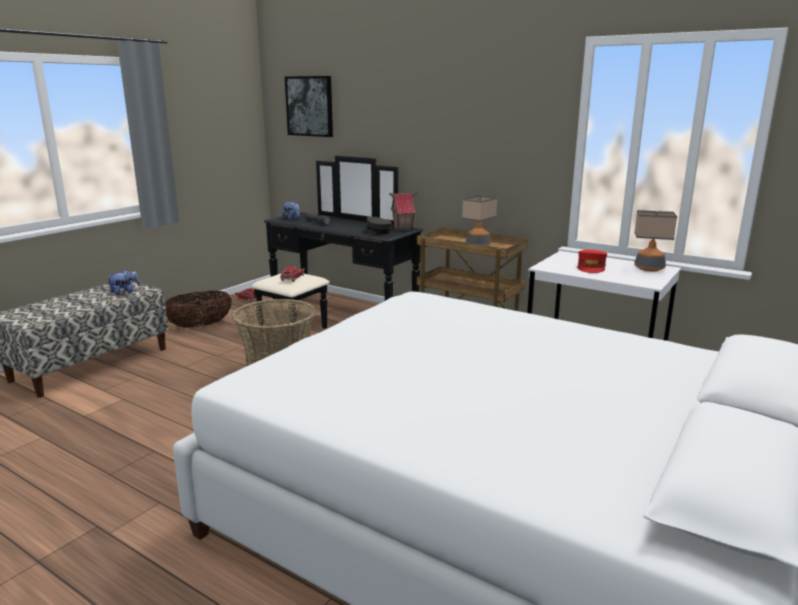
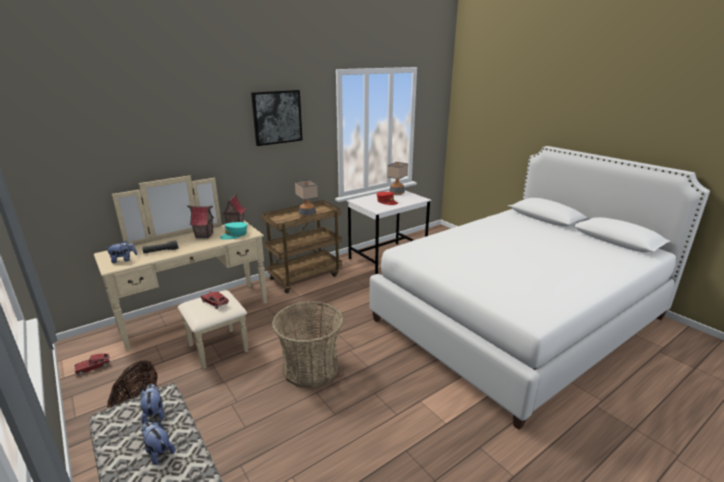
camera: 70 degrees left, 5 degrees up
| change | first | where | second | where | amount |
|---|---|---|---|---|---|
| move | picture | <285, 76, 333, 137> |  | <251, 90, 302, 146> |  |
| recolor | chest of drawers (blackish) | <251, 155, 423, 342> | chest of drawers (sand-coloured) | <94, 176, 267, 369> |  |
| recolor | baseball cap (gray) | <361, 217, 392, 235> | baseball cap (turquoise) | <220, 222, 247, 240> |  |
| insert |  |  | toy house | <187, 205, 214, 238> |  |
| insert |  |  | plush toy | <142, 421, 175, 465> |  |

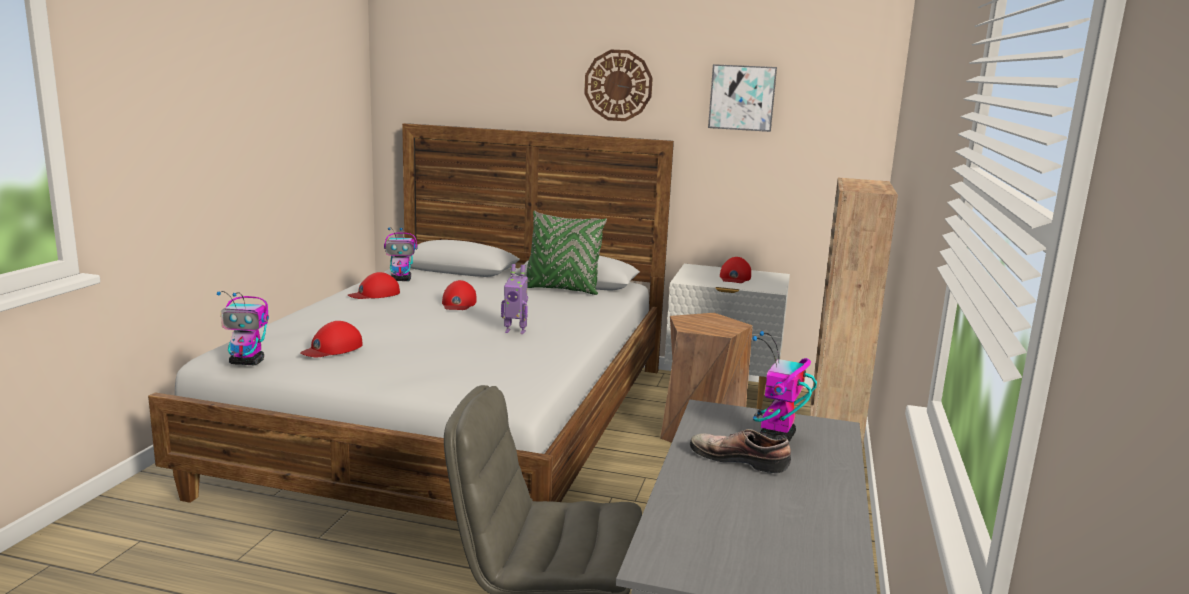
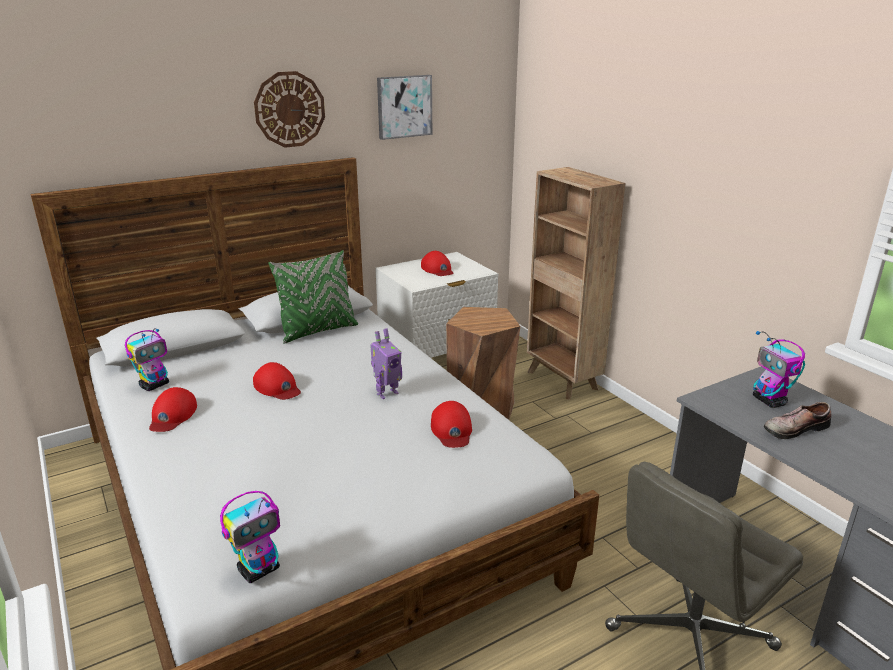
camera: 45 degrees left, 10 degrees up
| change | first | where | second | where | amount |
|---|---|---|---|---|---|
| move | baseball cap (red-coloured) | <300, 321, 363, 357> |  | <431, 401, 472, 448> |  |

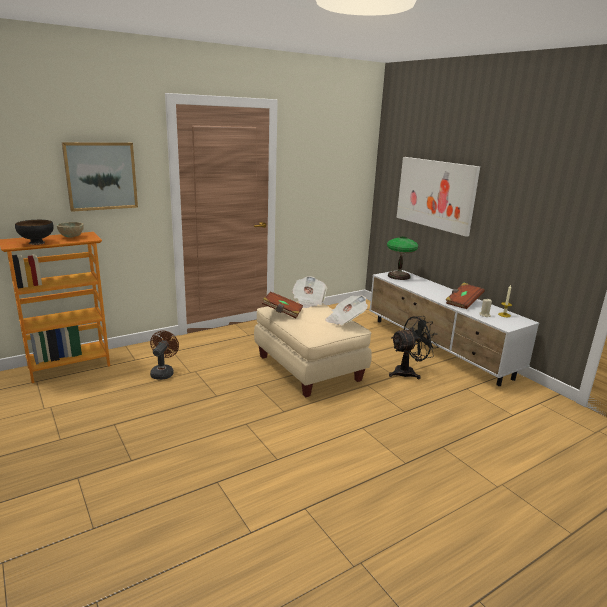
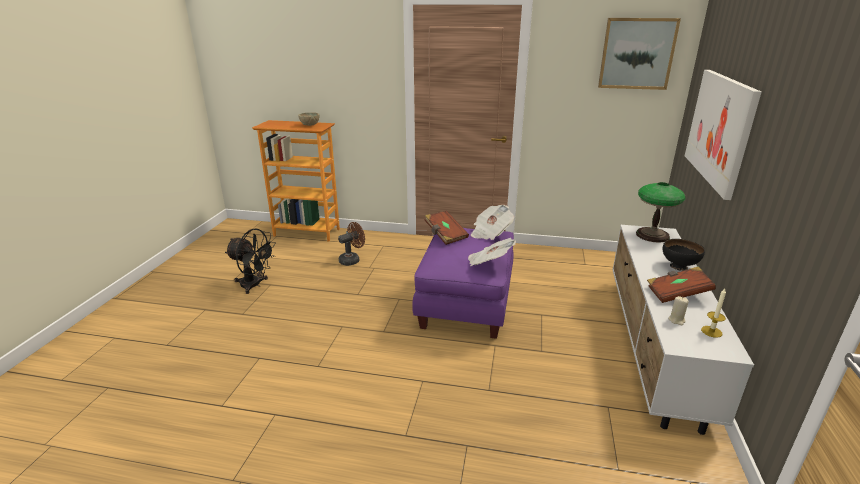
camera: 45 degrees right, 5 degrees up
| change | first | where | second | where | amount |
|---|---|---|---|---|---|
| move | picture | <62, 142, 138, 212> |  | <598, 18, 681, 90> |  |
| move | deep dish (blackish) | <15, 220, 54, 245> |  | <662, 239, 705, 271> |  |
| recolor | ottoman (sand-coloured) | <254, 301, 372, 397> | ottoman (purple) | <413, 228, 514, 339> |  |
| move | fan (blackish) | <389, 316, 438, 379> |  | <225, 228, 276, 294> |  |

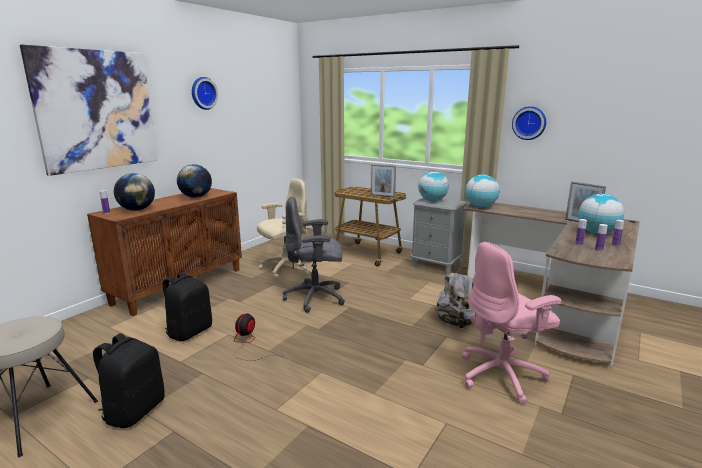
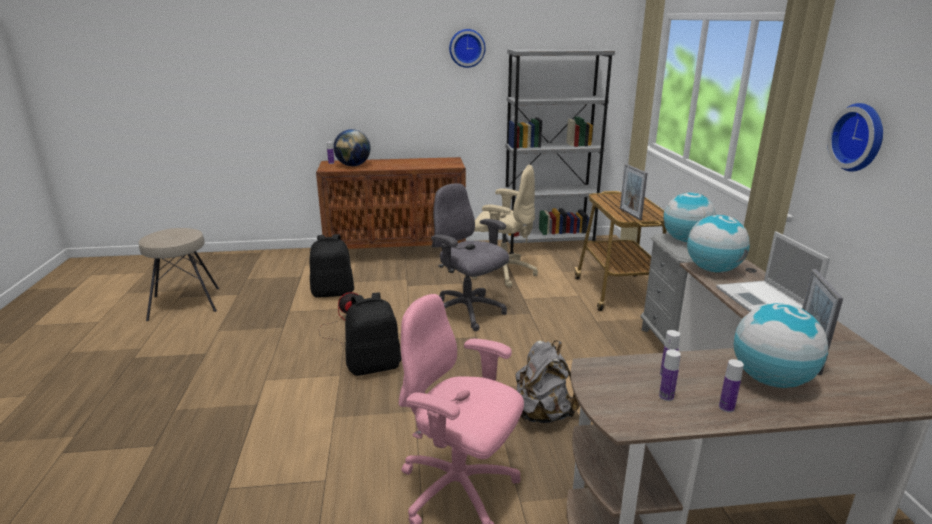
camera: 50 degrees right, 5 degrees up
| change | first | where | second | where | amount |
|---|---|---|---|---|---|
| delete | picture | <20, 45, 157, 176> |  |  |  |
| delete | world globe | <177, 164, 212, 198> |  |  |  |
| move | backpack (blackish) | <93, 333, 165, 428> |  | <345, 292, 401, 376> |  |
| insert |  |  | bookshelf (gray) | <504, 49, 615, 254> |  |
| insert |  |  | portable computer | <716, 231, 830, 312> |  |

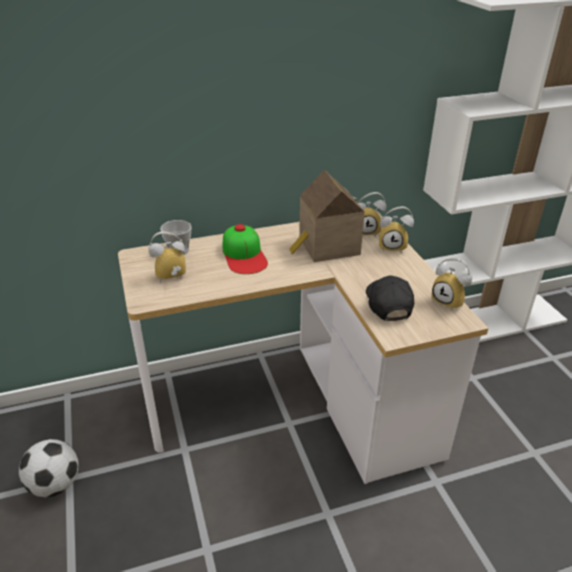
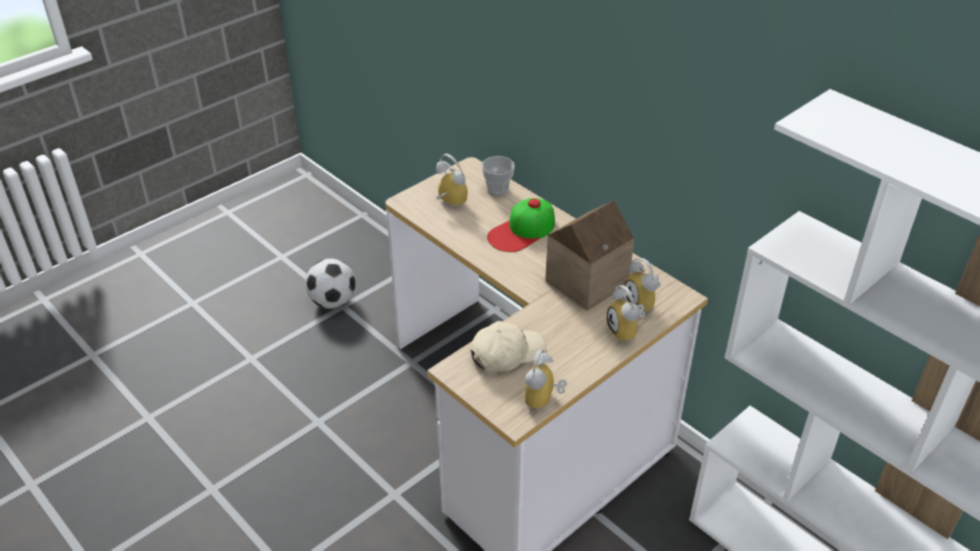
camera: 65 degrees right, 5 degrees up
| change | first | where | second | where | amount |
|---|---|---|---|---|---|
| recolor | baseball cap (blackish) | <366, 275, 414, 321> | baseball cap (sand-coloured) | <470, 321, 546, 373> |  |

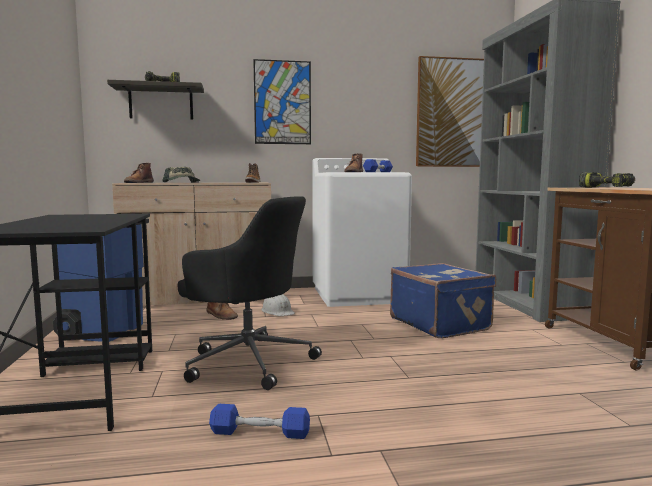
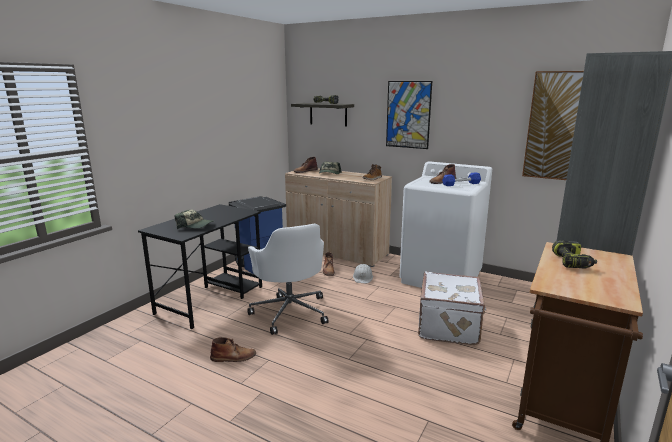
camera: 40 degrees right, 10 degrees up
| change | first | where | second | where | amount |
|---|---|---|---|---|---|
| recolor | desk chair (blackish) | <178, 196, 322, 390> | desk chair (whitish) | <247, 223, 328, 335> |  |
| recolor | piece of luggage (bluish) | <390, 263, 496, 338> | piece of luggage (whitish) | <418, 271, 486, 345> |  |
| replace | hand weight (bluish) | <209, 404, 310, 439> | high-top boot (brown) | <210, 337, 256, 362> |  |
| insert |  |  | baseball cap | <175, 210, 215, 229> |  |

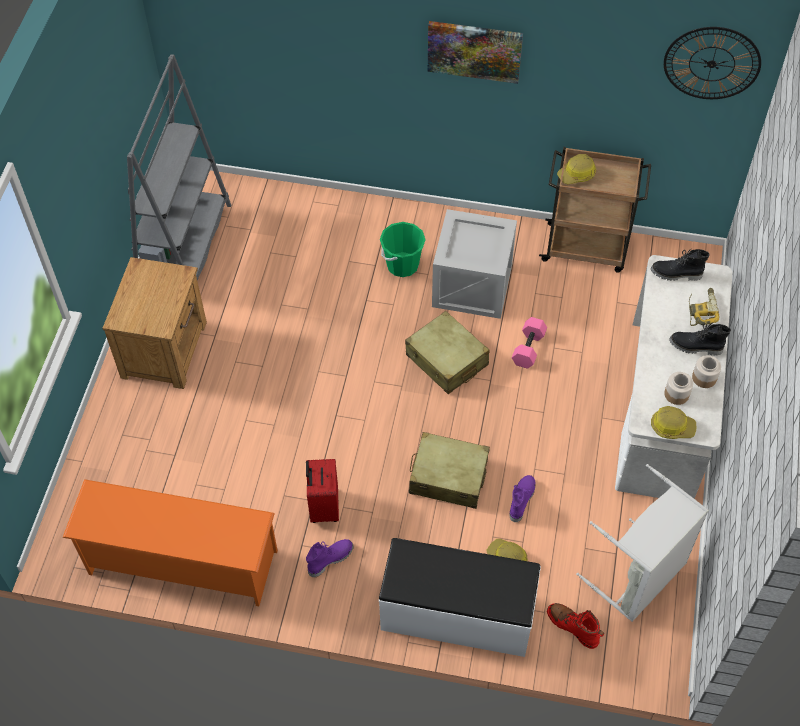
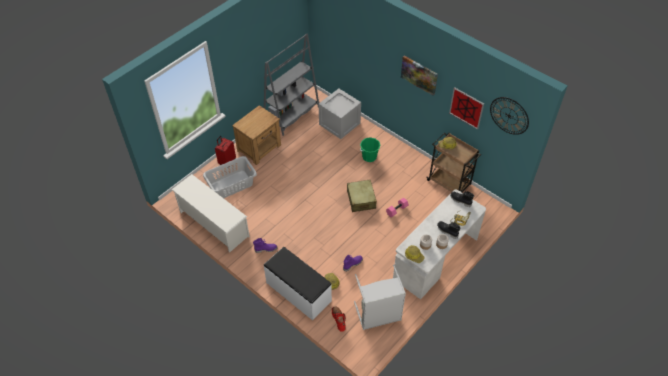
camera: 30 degrees right, 5 degrees down
| change | first | where | second | where | amount |
|---|---|---|---|---|---|
| move | shipping crate | <432, 209, 517, 319> |  | <319, 89, 361, 139> |  |
| delete | piece of luggage (sand-coloured) | <409, 432, 490, 509> |  |  |  |
| move | piece of luggage (red-coloured) | <306, 459, 339, 523> |  | <215, 136, 236, 165> |  |
| recolor | shoe stand (orange) | <63, 479, 278, 606> | shoe stand (whitish) | <171, 174, 250, 252> |  |
| insert |  |  | picture | <449, 88, 484, 129> |  |
| insert |  |  | washing basket (gray) | <203, 156, 257, 198> |  |

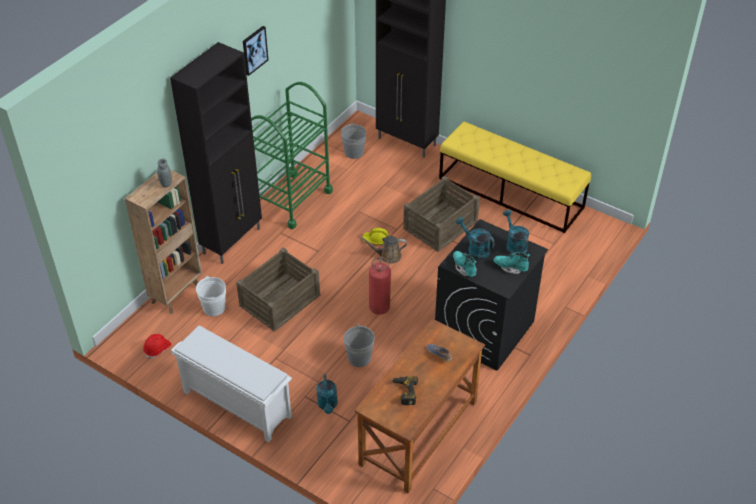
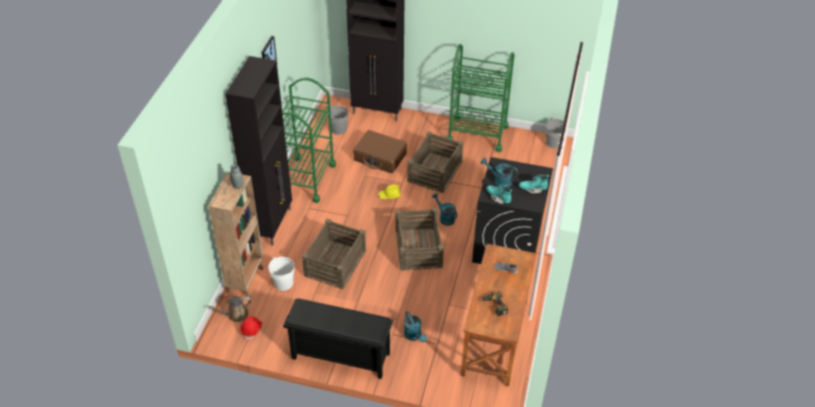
camera: 20 degrees left, 0 degrees up
| change | first | where | second | where | amount |
|---|---|---|---|---|---|
| replace | indoor bench (yellow) | <439, 122, 591, 233> | cart (green-coloured) | <447, 44, 515, 152> |  |
| move | watering can (turquoise) | <503, 210, 529, 254> |  | <432, 193, 457, 226> |  |
| move | watering can (brown) | <360, 236, 407, 264> |  | <206, 297, 251, 322> |  |
| replace | fire extinguisher | <369, 257, 391, 315> | shipping crate | <396, 208, 444, 271> |  |
| move | pail (gray) | <344, 324, 375, 367> |  | <546, 118, 564, 149> |  |
| recolor | shoe stand (whitish) | <171, 325, 292, 442> | shoe stand (blackish) | <283, 298, 393, 379> |  |
| insert |  |  | piece of luggage (brown) | <353, 130, 407, 173> |  |

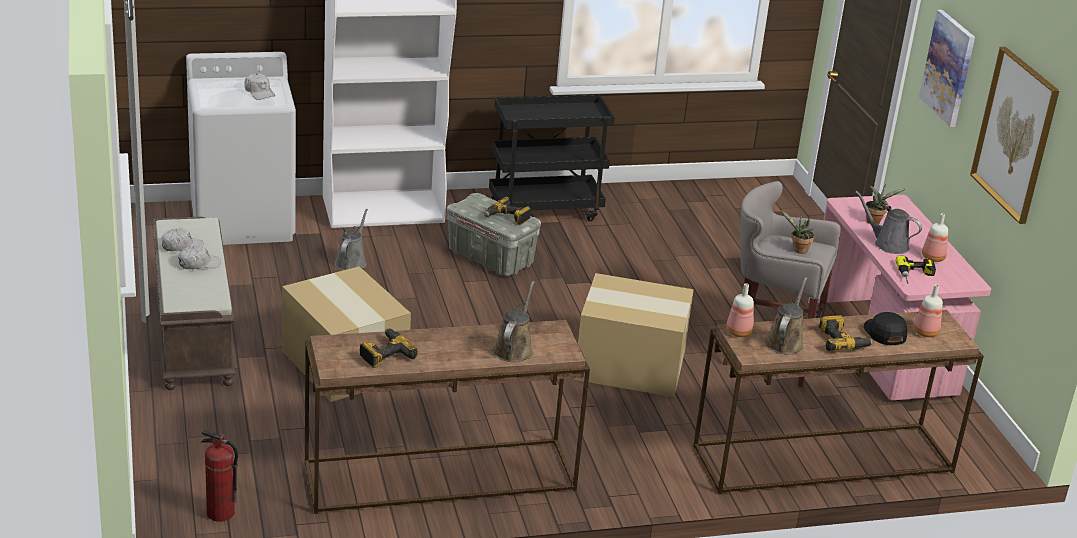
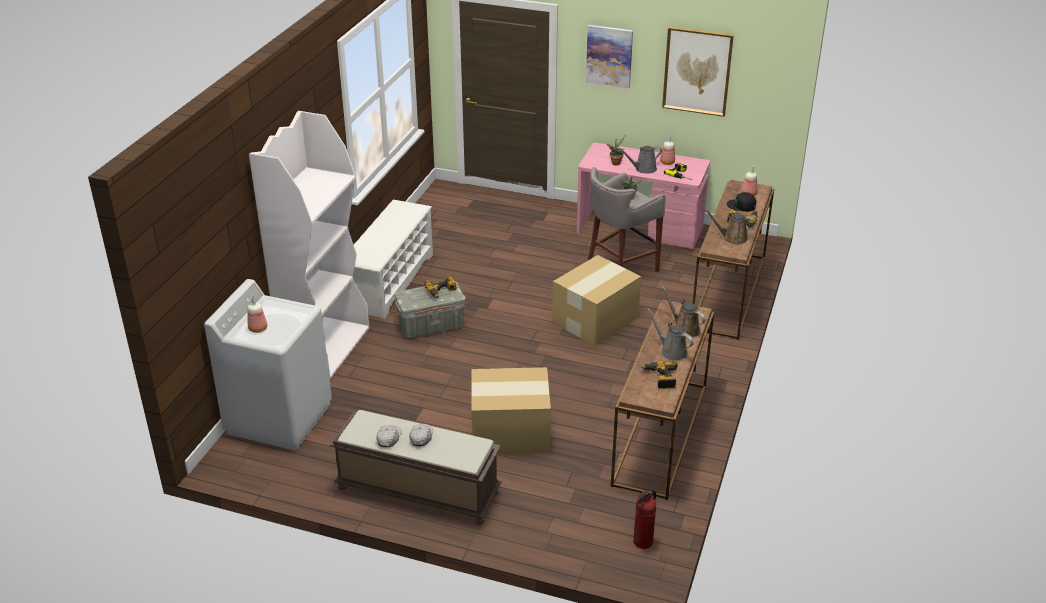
camera: 55 degrees left, 5 degrees up
| change | first | where | second | where | amount |
|---|---|---|---|---|---|
| delete | baseball cap (whitish) | <245, 74, 275, 100> |  |  |  |
| replace | cart (blackish) | <489, 94, 615, 221> | shoe stand (whitish) | <353, 200, 433, 319> |  |
| move | watering can (gray) | <335, 209, 368, 270> |  | <647, 308, 694, 361> |  |
| rotate | watering can (brown) | <765, 277, 807, 355> |  | <704, 209, 756, 244> | 45 degrees counterclockwise |
| move | beverage bottle | <726, 283, 754, 337> |  | <248, 296, 267, 333> |  |

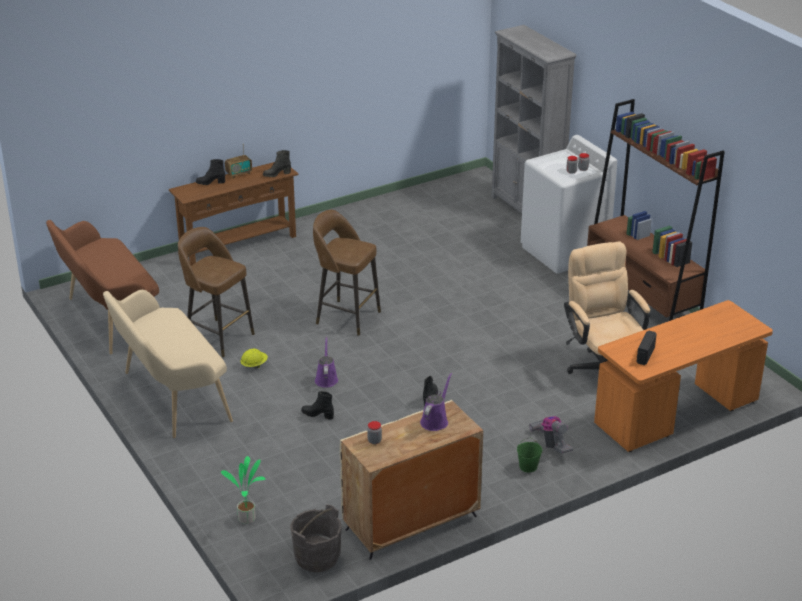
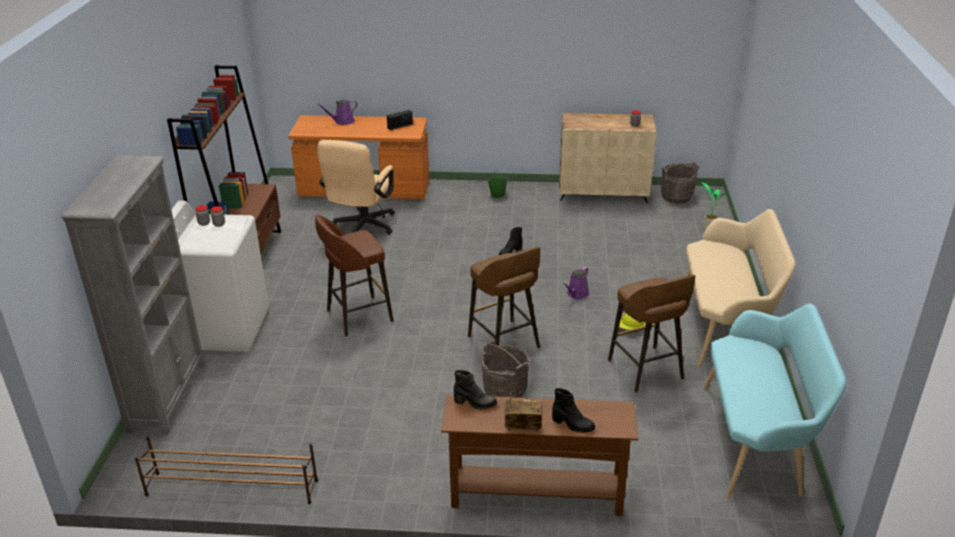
camera: 145 degrees left, 0 degrees up
| change | first | where | second | where | amount |
|---|---|---|---|---|---|
| recolor | indoor bench (brown) | <46, 220, 159, 354> | indoor bench (turquoise) | <704, 304, 846, 498> |  |
| move | watering can (purple) | <420, 373, 452, 431> |  | <317, 100, 357, 125> |  |
| delete | high-top boot (blackish) | <301, 391, 334, 420> |  |  |  |
| delete | vacuum cleaner | <529, 416, 573, 453> |  |  |  |
| insert |  |  | stool seat (brown) | <315, 215, 394, 336> |  |
| insert |  |  | pail (gray) | <481, 340, 530, 398> |  |
| insert |  |  | shoe stand (brown) | <135, 436, 318, 504> |  |

